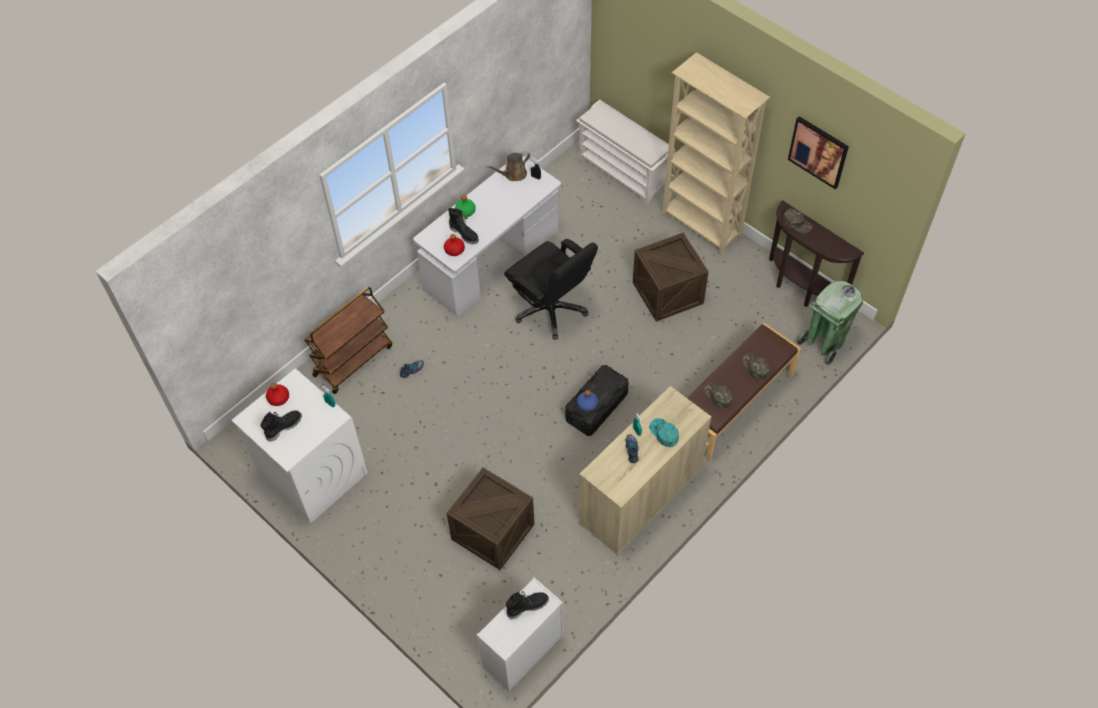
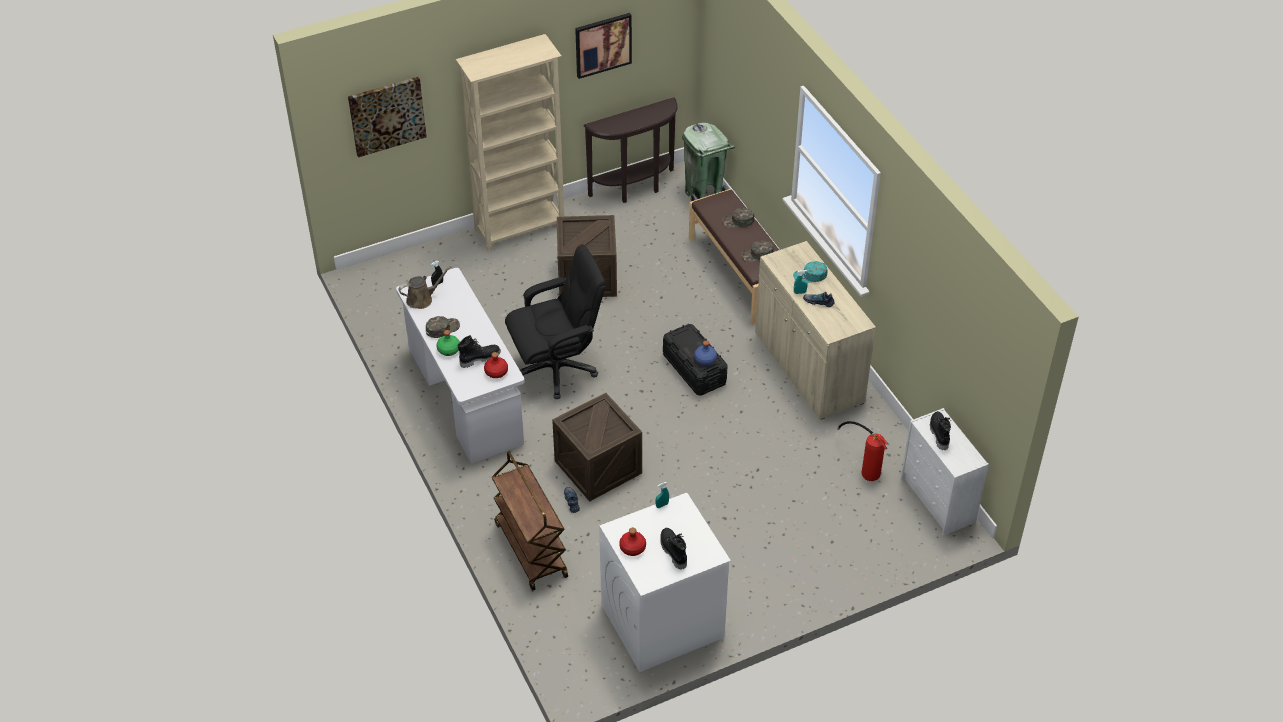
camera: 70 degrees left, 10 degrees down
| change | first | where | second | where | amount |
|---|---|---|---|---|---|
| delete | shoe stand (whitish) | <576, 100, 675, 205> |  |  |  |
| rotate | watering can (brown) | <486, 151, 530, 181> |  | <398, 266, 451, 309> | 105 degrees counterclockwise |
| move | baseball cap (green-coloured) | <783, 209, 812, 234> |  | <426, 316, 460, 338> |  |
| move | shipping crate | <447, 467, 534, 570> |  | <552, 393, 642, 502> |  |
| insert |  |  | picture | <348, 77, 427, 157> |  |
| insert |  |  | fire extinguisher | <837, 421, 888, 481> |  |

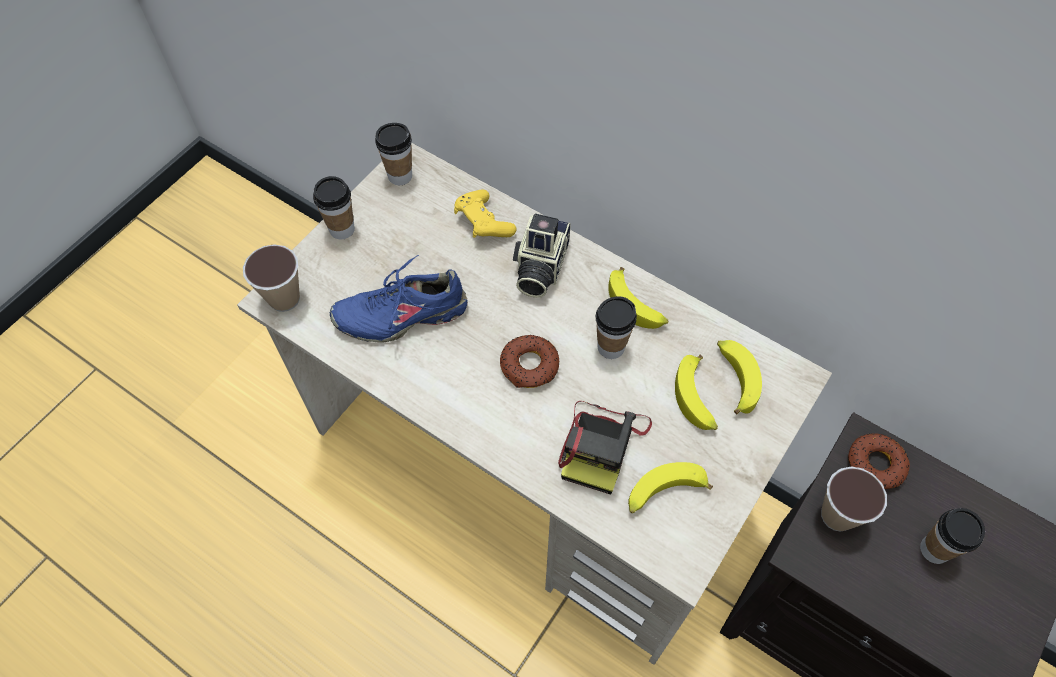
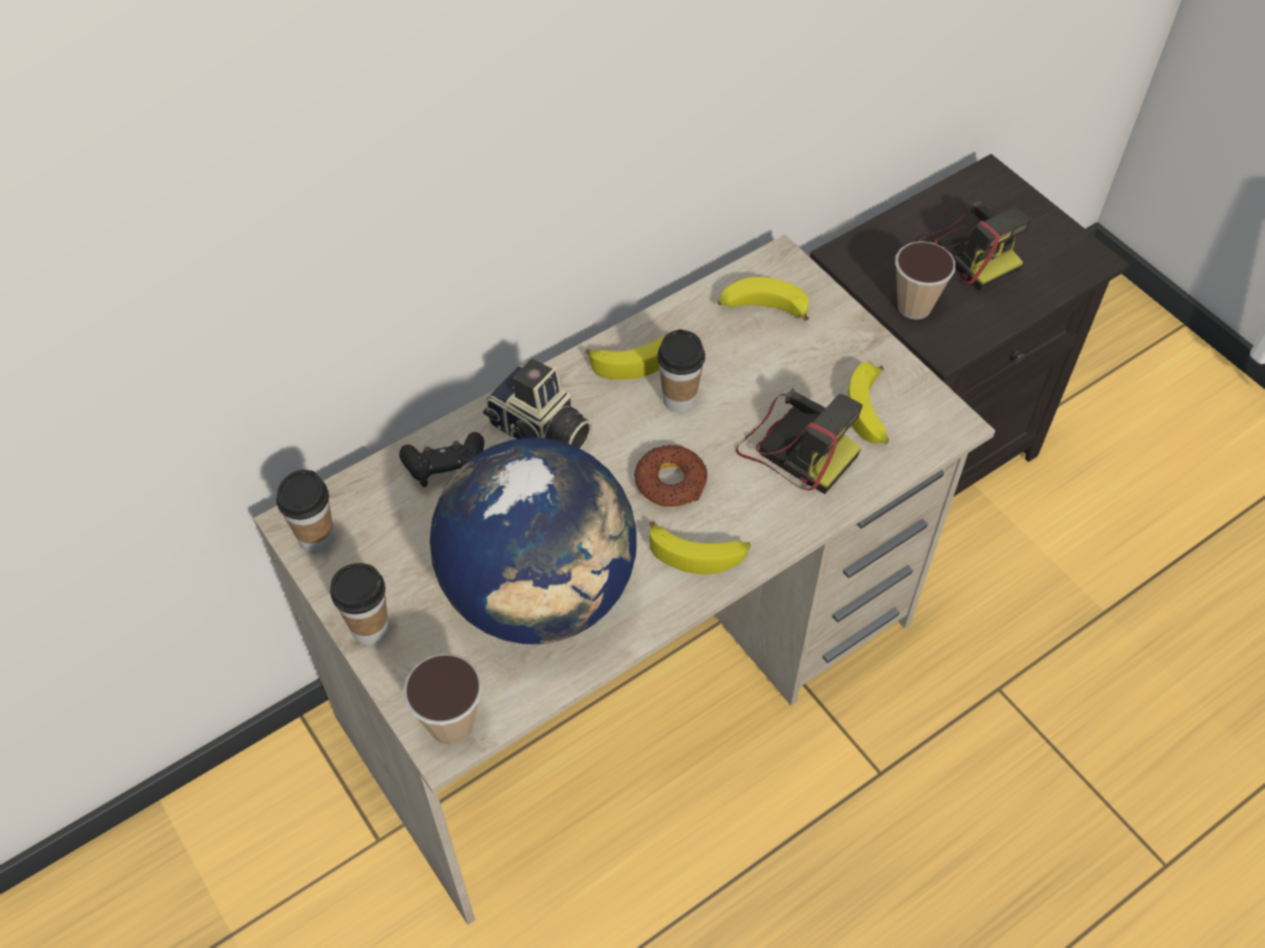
camera: 70 degrees left, 5 degrees down
| change | first | where | second | where | amount |
|---|---|---|---|---|---|
| recolor | gamepad (yellow) | <454, 189, 516, 238> | gamepad (blackish) | <399, 432, 484, 487> |  |
| replace | low shoe (bluish) | <330, 255, 468, 342> | world globe | <430, 438, 637, 644> |  |
| move | banana | <675, 355, 718, 430> |  | <649, 521, 751, 574> |  |
| delete | ring doughnut | <848, 433, 910, 489> |  |  |  |
| replace | cup | <920, 508, 985, 564> | photo camera | <918, 201, 1031, 291> |  |

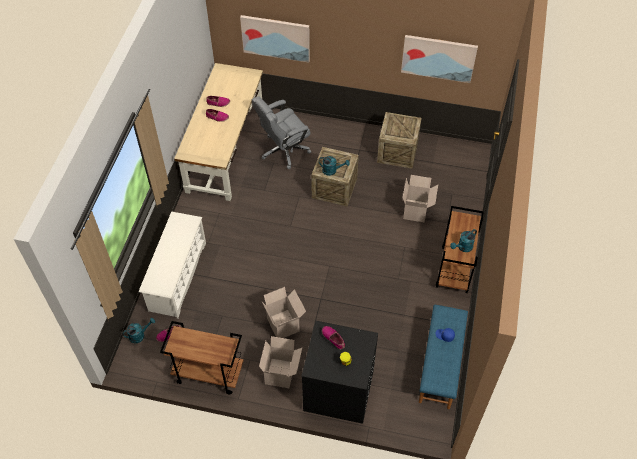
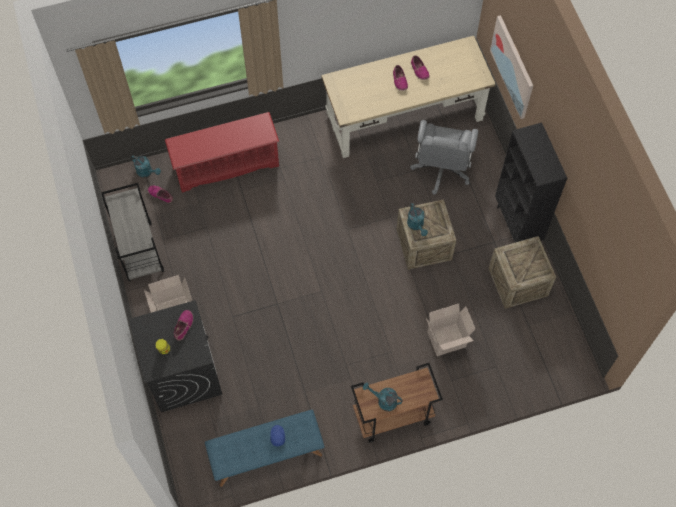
camera: 60 degrees right, 10 degrees up
| change | first | where | second | where | amount |
|---|---|---|---|---|---|
| delete | picture | <401, 35, 478, 83> |  |  |  |
| rotate | desk chair (gray) | <252, 96, 311, 169> |  | <410, 120, 478, 195> | 105 degrees counterclockwise |
| recolor | shoe stand (whitish) | <139, 212, 206, 319> | shoe stand (red-coloured) | <165, 112, 279, 193> |  |
| delete | carton | <262, 287, 306, 338> |  |  |  |
| recolor | cart (brown) | <160, 321, 244, 395> | cart (gray) | <101, 183, 164, 281> |  |
| insert |  |  | bookshelf (blackish) | <495, 122, 567, 243> |  |

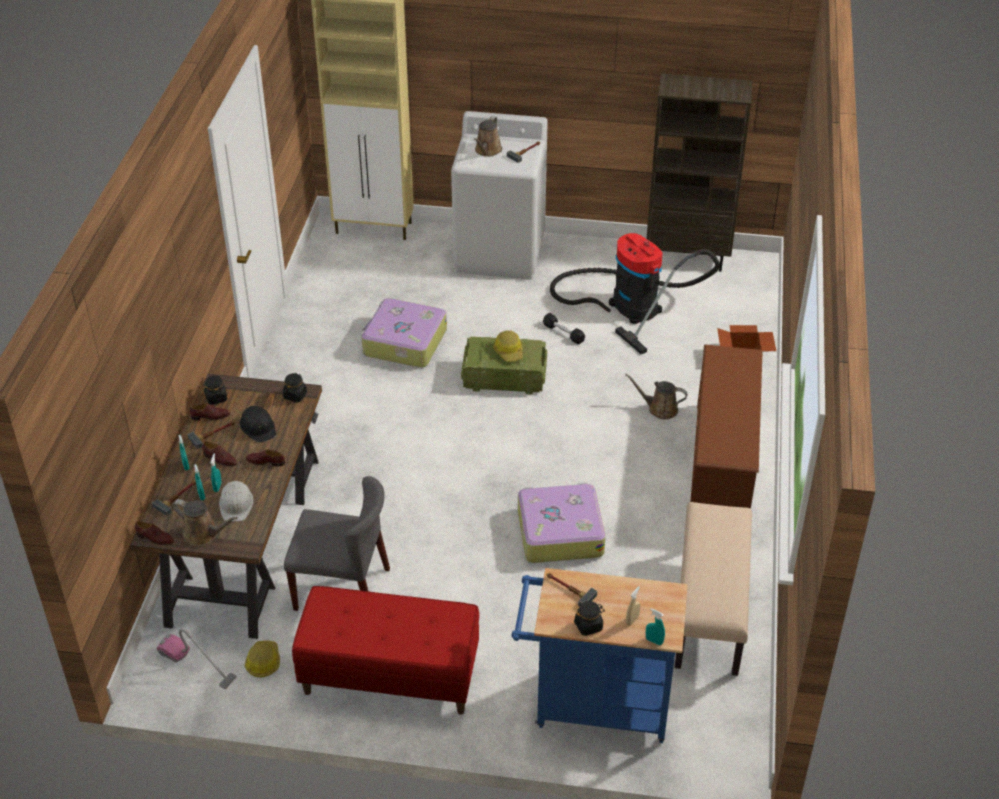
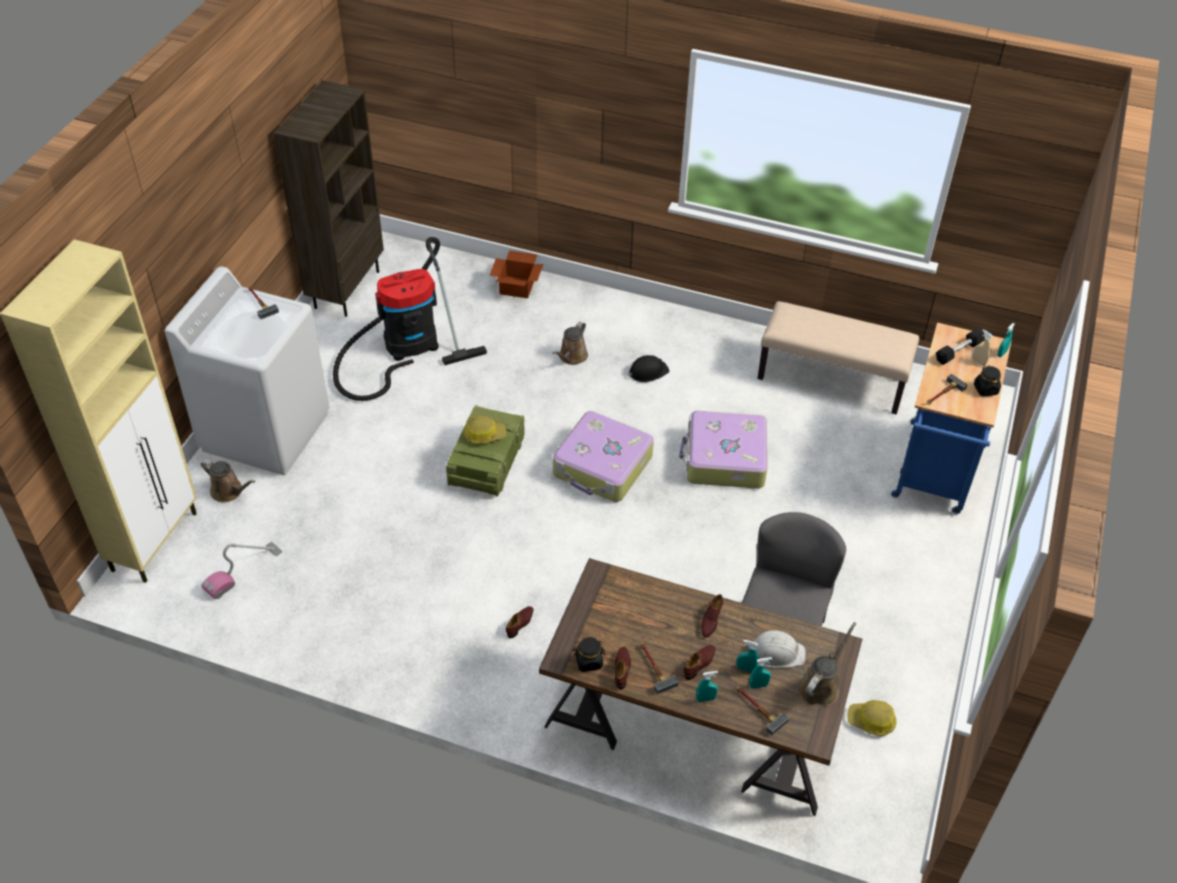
camera: 80 degrees left, 5 degrees up
| change | first | where | second | where | amount |
|---|---|---|---|---|---|
| move | watering can (brown) | <474, 116, 502, 157> |  | <201, 459, 255, 502> |  |
| move | piece of luggage | <361, 298, 447, 368> |  | <553, 411, 654, 502> |  |
| move | hand weight (blackish) | <543, 313, 585, 344> |  | <936, 328, 985, 365> |  |
| delete | shoe stand (brown) | <690, 345, 763, 509> |  |  |  |
| delete | jar (blackish) | <283, 373, 307, 402> |  |  |  |
| move | safety helmet (blackish) | <240, 406, 276, 443> |  | <628, 355, 669, 382> |  |
| move | low shoe (brown) | <135, 521, 174, 545> |  | <506, 606, 533, 638> |  |
| delete | indoor bench (red-coloured) | <292, 586, 479, 715> |  |  |  |
| move | vacuum cleaner | <157, 629, 236, 689> |  | <202, 542, 282, 599> |  |

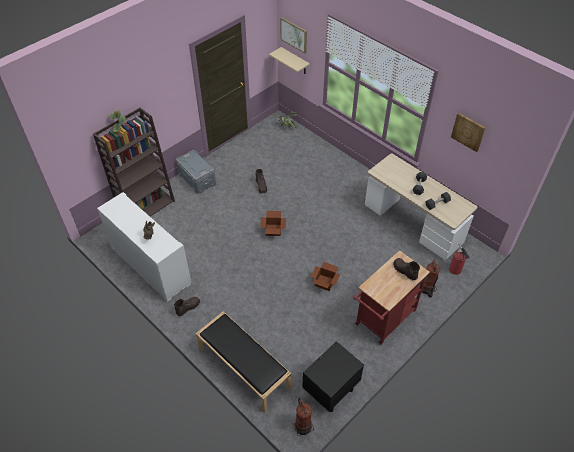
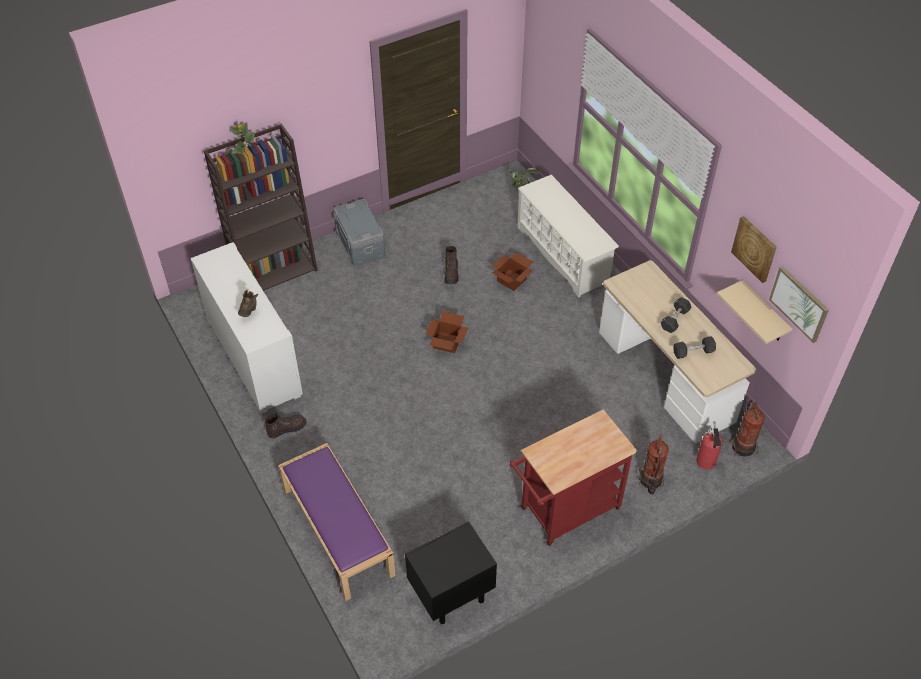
camera: 15 degrees right, 0 degrees up
| change | first | where | second | where | amount |
|---|---|---|---|---|---|
| move | picture | <280, 17, 307, 54> |  | <769, 266, 829, 343> |  |
| move | bracket shelf (sand-coloured) | <269, 47, 310, 74> |  | <717, 280, 792, 344> |  |
| delete | high-top boot (brown) | <393, 258, 420, 280> |  |  |  |
| move | carton | <310, 262, 341, 291> |  | <492, 252, 533, 291> |  |
| recolor | indoor bench (blackish) | <196, 311, 291, 413> | indoor bench (purple) | <278, 443, 395, 601> |  |
| move | fire extinguisher | <293, 397, 314, 436> |  | <730, 400, 765, 457> |  |
| insert |  |  | shoe stand (whitish) | <517, 175, 619, 298> |  |

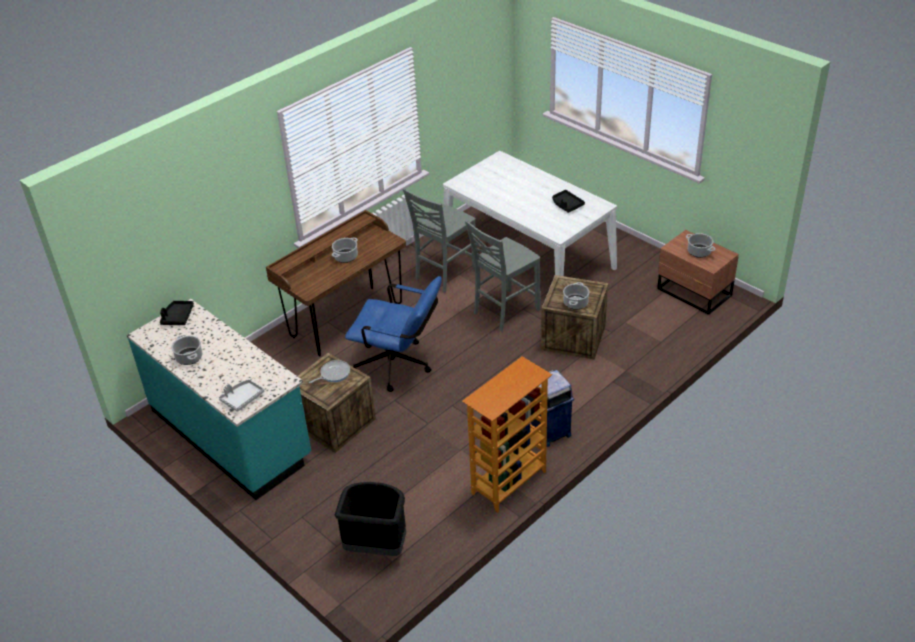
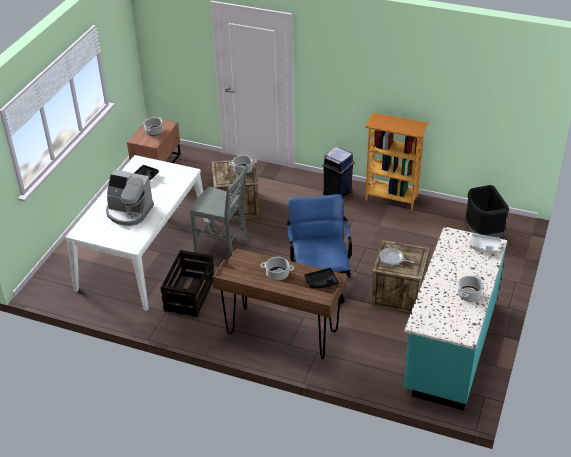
camera: 115 degrees left, 0 degrees up
| change | first | where | second | where | amount |
|---|---|---|---|---|---|
| replace | chair (gray) | <403, 188, 477, 293> | shipping crate | <160, 250, 214, 317> |  |
| move | carrying tray (blackish) | <160, 301, 194, 325> |  | <304, 268, 339, 289> |  |
| insert |  |  | coffee brewer | <106, 170, 154, 226> |  |

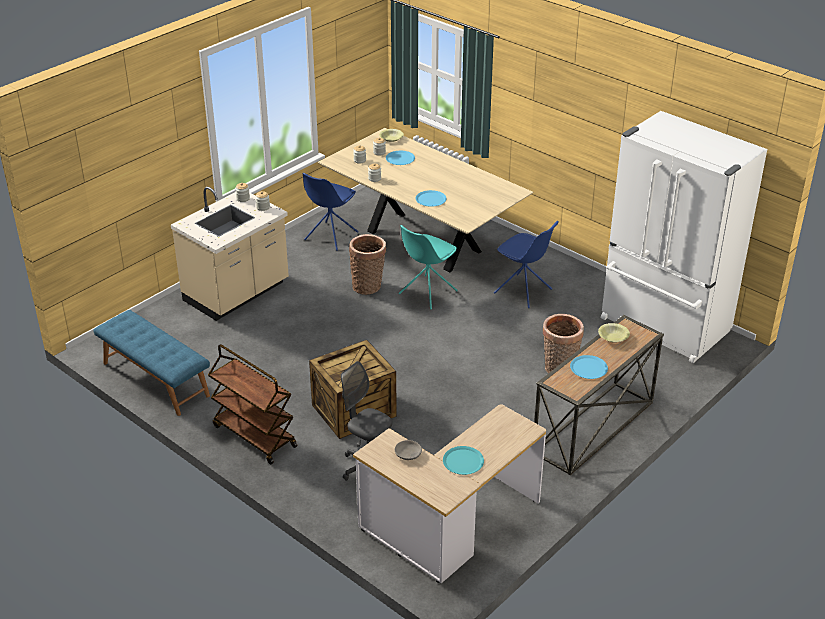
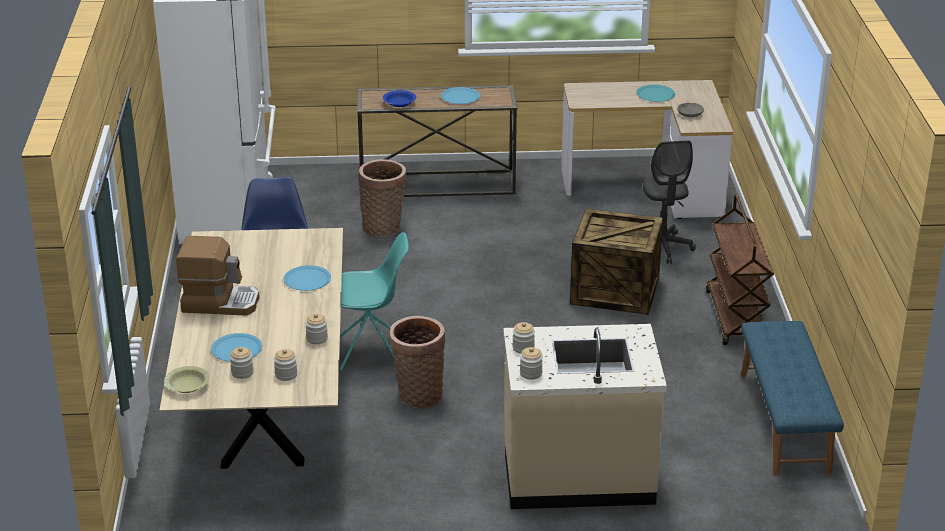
camera: 135 degrees left, 5 degrees down
| change | first | where | second | where | amount |
|---|---|---|---|---|---|
| delete | chair (bluish) | <303, 173, 359, 251> |  |  |  |
| recolor | deep dish (yellow) | <598, 323, 630, 343> | deep dish (bluish) | <383, 90, 416, 107> |  |
| insert |  |  | coffee brewer | <176, 236, 260, 315> |  |

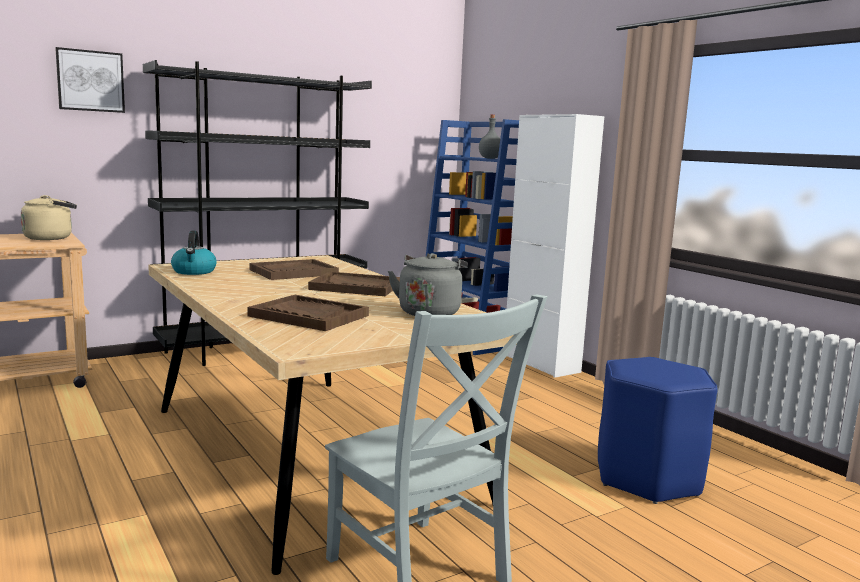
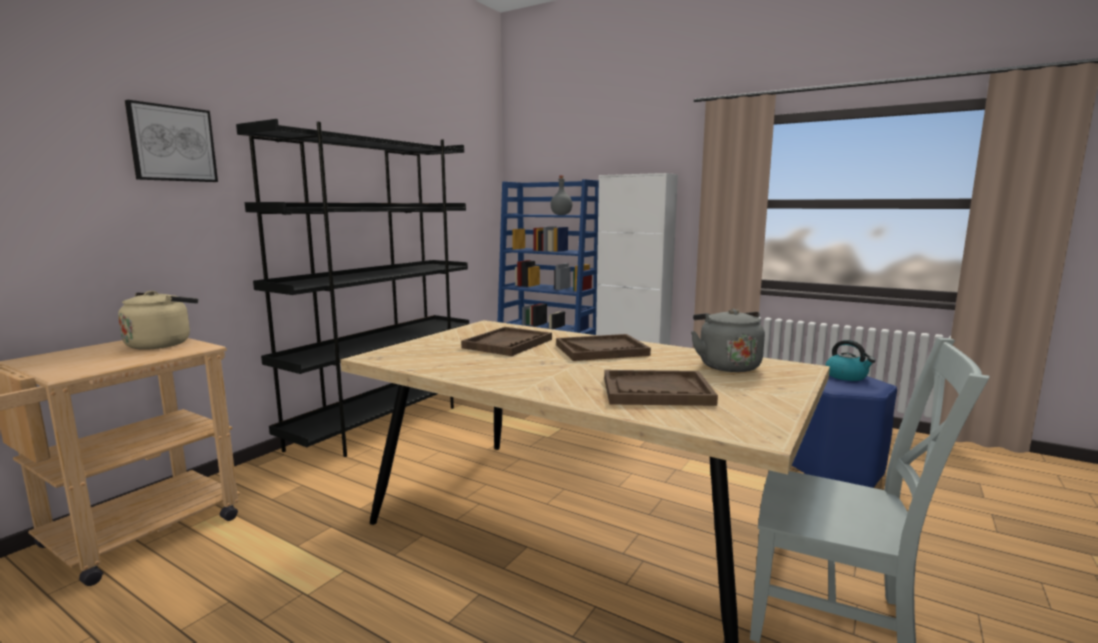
camera: 25 degrees left, 0 degrees up
| change | first | where | second | where | amount |
|---|---|---|---|---|---|
| move | kettle | <171, 231, 217, 275> |  | <825, 340, 875, 381> |  |

